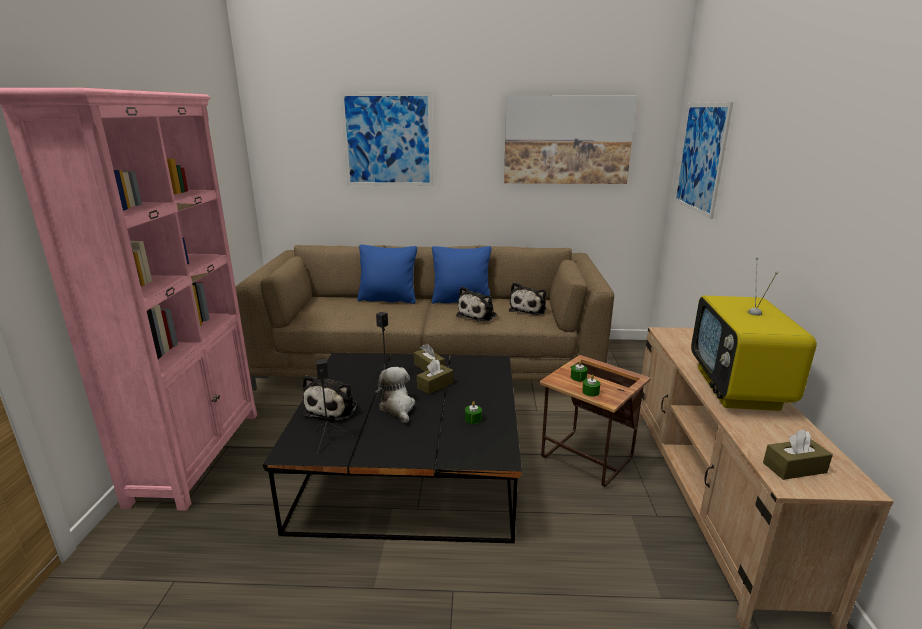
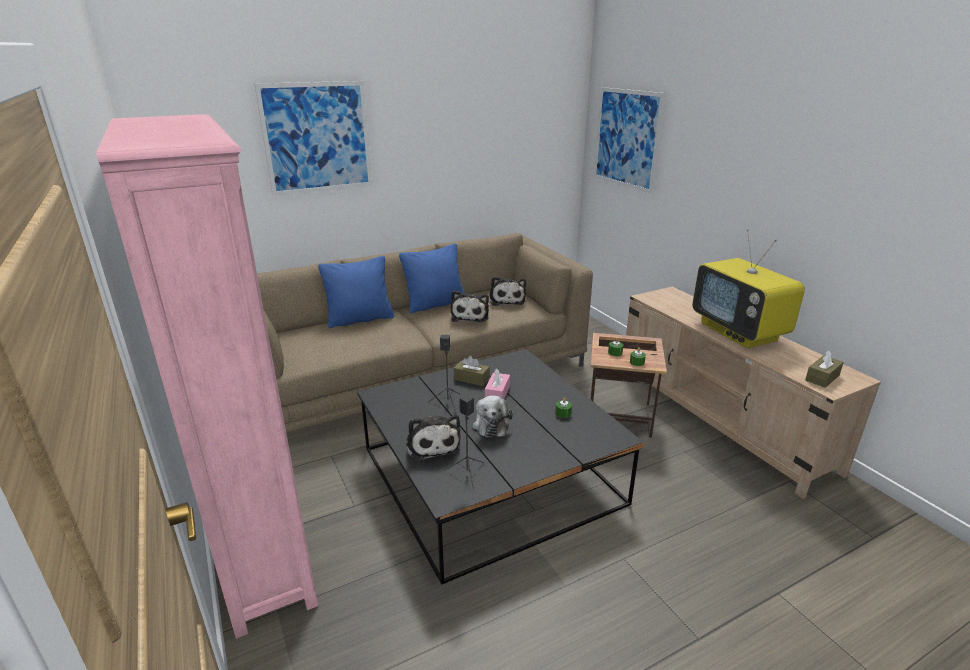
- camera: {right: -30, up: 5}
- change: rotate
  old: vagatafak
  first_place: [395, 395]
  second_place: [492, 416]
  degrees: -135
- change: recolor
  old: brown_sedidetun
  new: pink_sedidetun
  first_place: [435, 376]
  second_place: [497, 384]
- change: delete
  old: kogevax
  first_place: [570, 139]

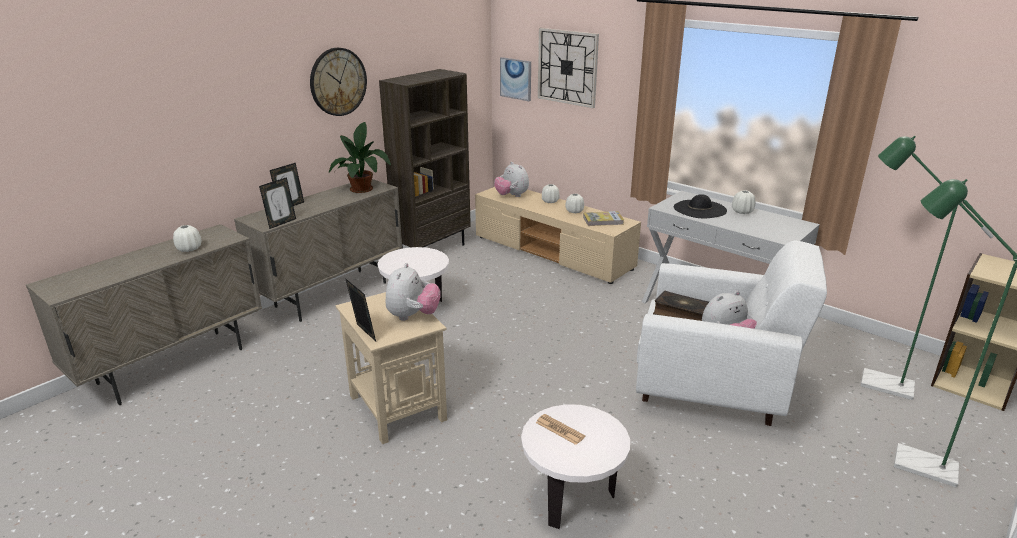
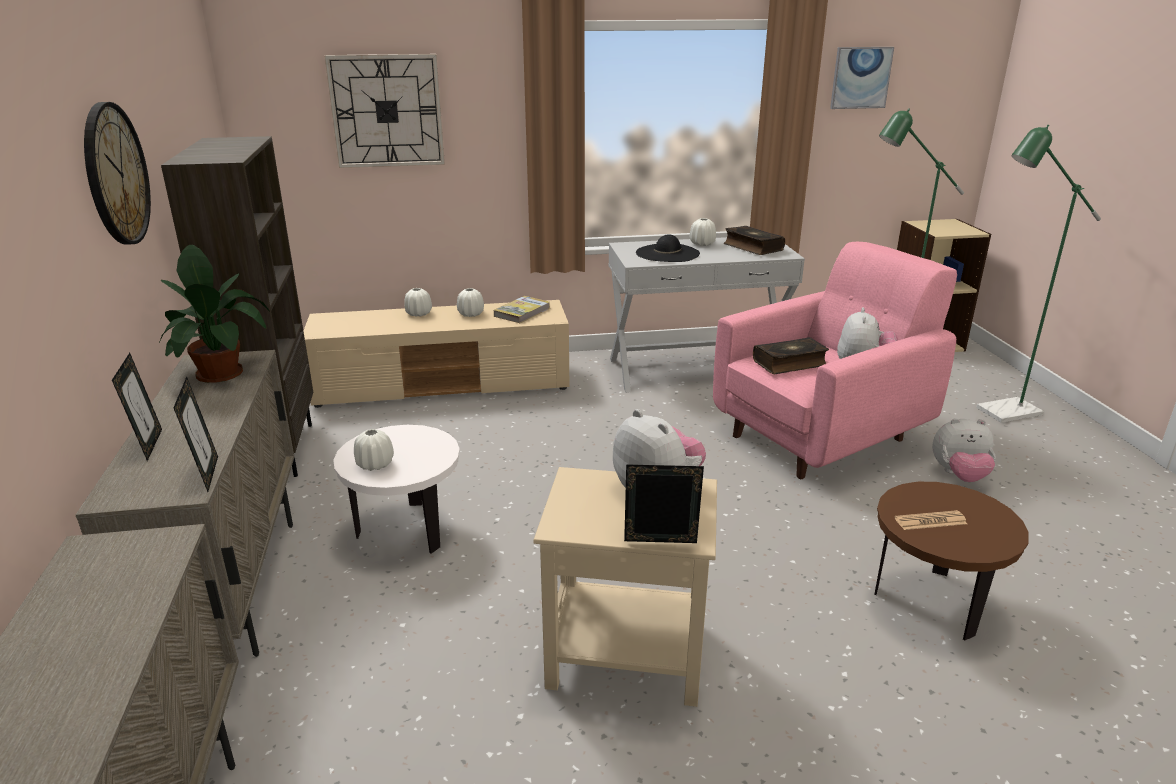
- camera: {right: -50, up: 0}
- change: move
  old: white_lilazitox
  first_place: [187, 238]
  second_place: [374, 450]
- change: move
  old: vagatafak
  first_place: [511, 179]
  second_place: [964, 450]
- change: move
  old: kogevax
  first_place: [515, 79]
  second_place: [862, 78]
- change: recolor
  old: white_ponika
  new: brown_ponika
  first_place: [575, 466]
  second_place: [951, 561]
- change: recolor
  old: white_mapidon
  new: pink_mapidon
  first_place: [731, 333]
  second_place: [835, 360]
- change: insert
  new: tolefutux
  second_place: [754, 240]

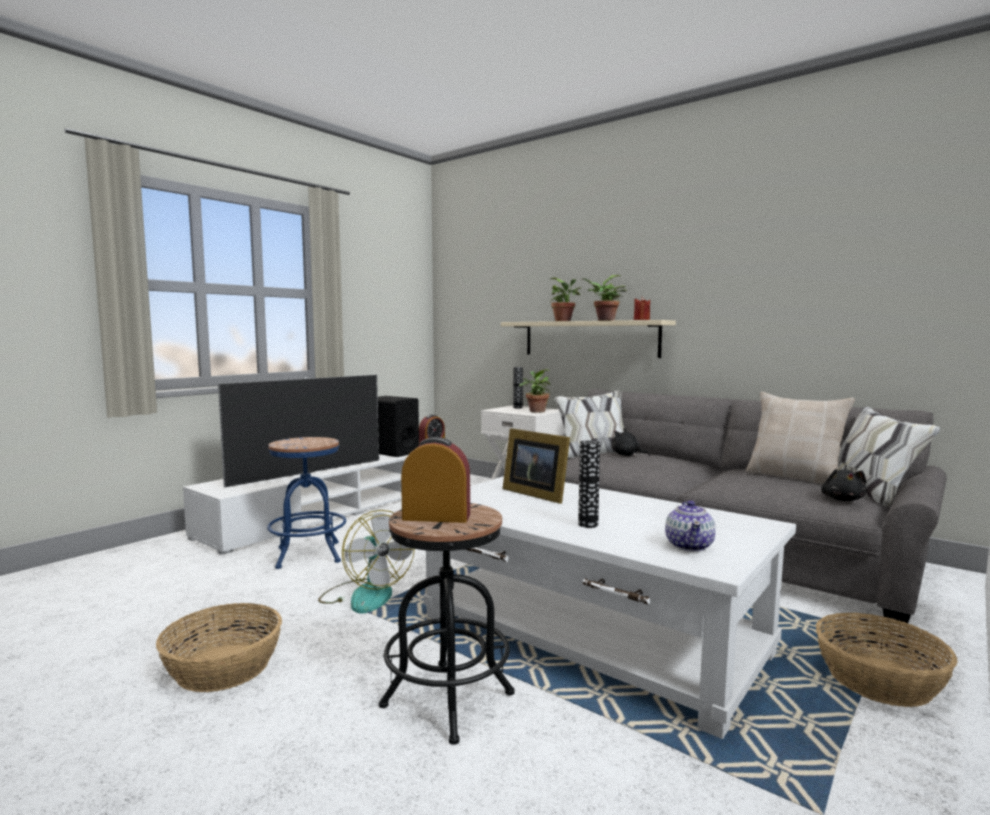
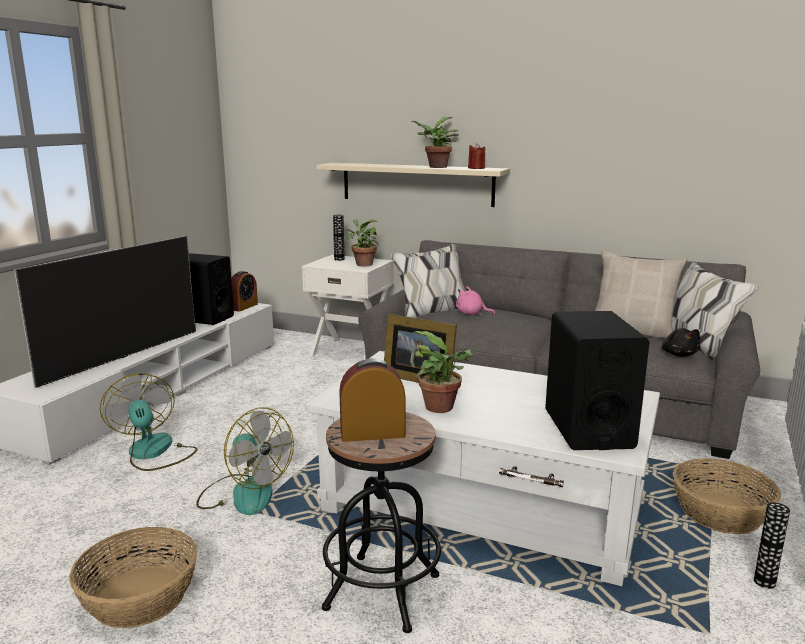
- camera: {right: -15, up: 10}
- change: replace
  old: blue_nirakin
  new: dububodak
  first_place: [306, 503]
  second_place: [149, 422]
- change: move
  old: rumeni
  first_place: [565, 299]
  second_place: [443, 372]
- change: move
  old: lilazitox
  first_place: [589, 484]
  second_place: [772, 545]
- change: recolor
  old: black_vagatafak
  new: pink_vagatafak
  first_place: [631, 442]
  second_place: [475, 301]
- change: replace
  old: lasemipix
  new: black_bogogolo
  first_place: [690, 526]
  second_place: [597, 380]

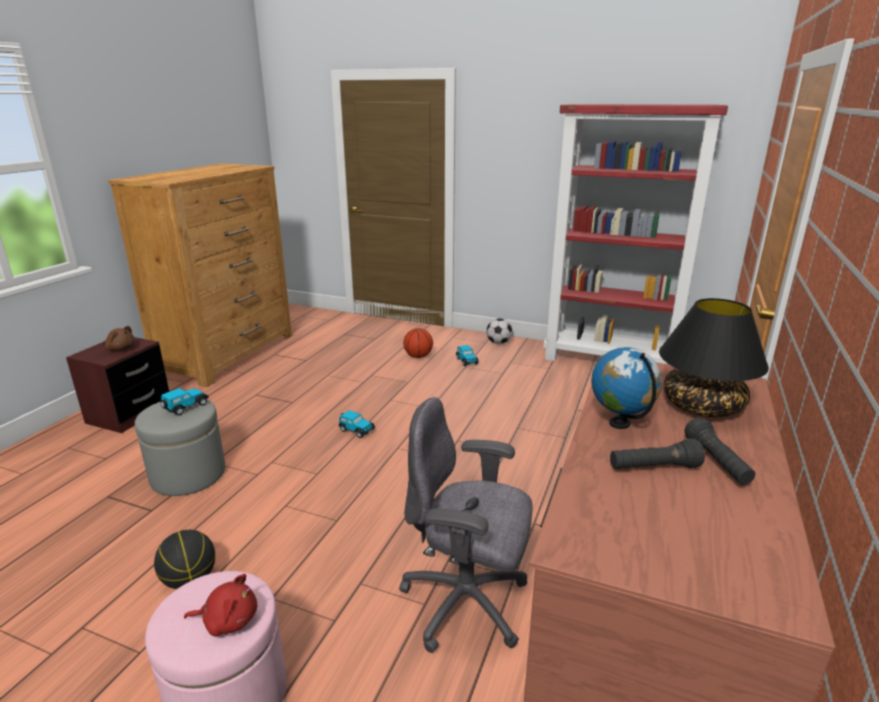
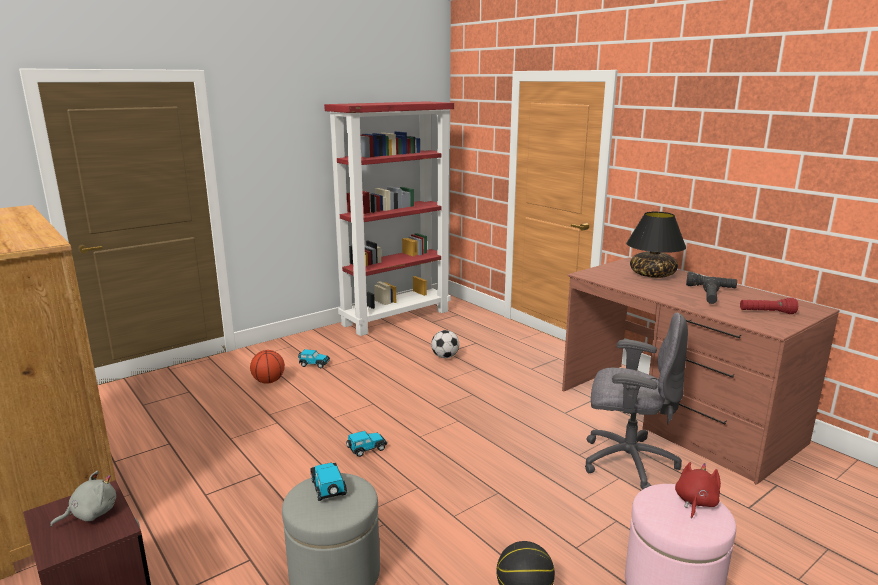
- camera: {right: -60, up: -5}
- change: recolor
  old: brown_vagatafak
  new: grey_vagatafak
  first_place: [119, 338]
  second_place: [83, 499]
- change: rotate
  old: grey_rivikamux
  first_place: [466, 525]
  second_place: [636, 401]
  degrees: -120
- change: move
  old: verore
  first_place: [499, 331]
  second_place: [445, 344]
- change: delete
  old: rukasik
  first_place: [626, 388]
- change: insert
  new: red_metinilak
  second_place: [769, 306]

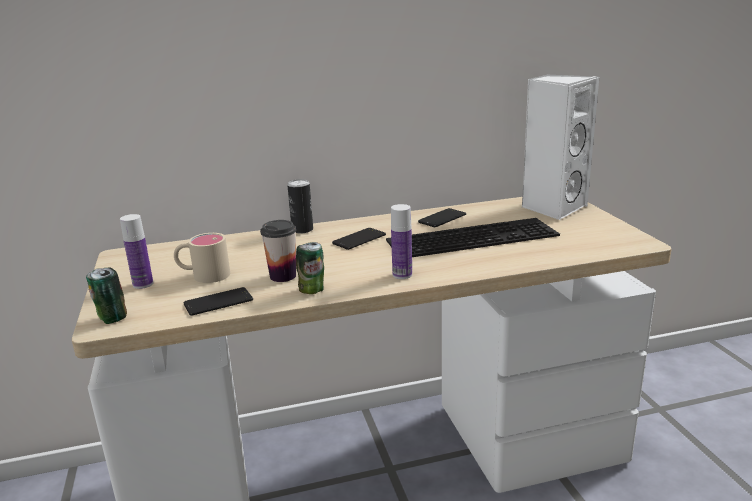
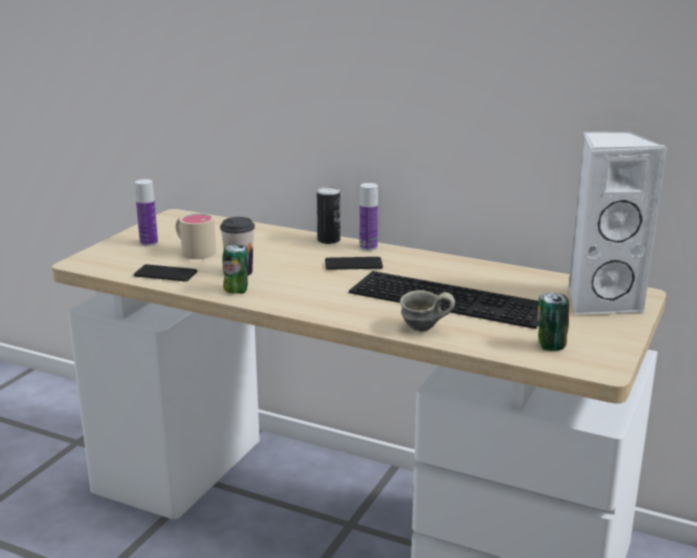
- camera: {right: 40, up: 0}
- change: move
  old: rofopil
  first_place: [106, 295]
  second_place: [553, 321]
- change: move
  old: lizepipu
  first_place: [401, 241]
  second_place: [369, 217]
- change: delete
  old: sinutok
  first_place: [442, 217]
- change: insert
  new: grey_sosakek
  second_place: [427, 310]

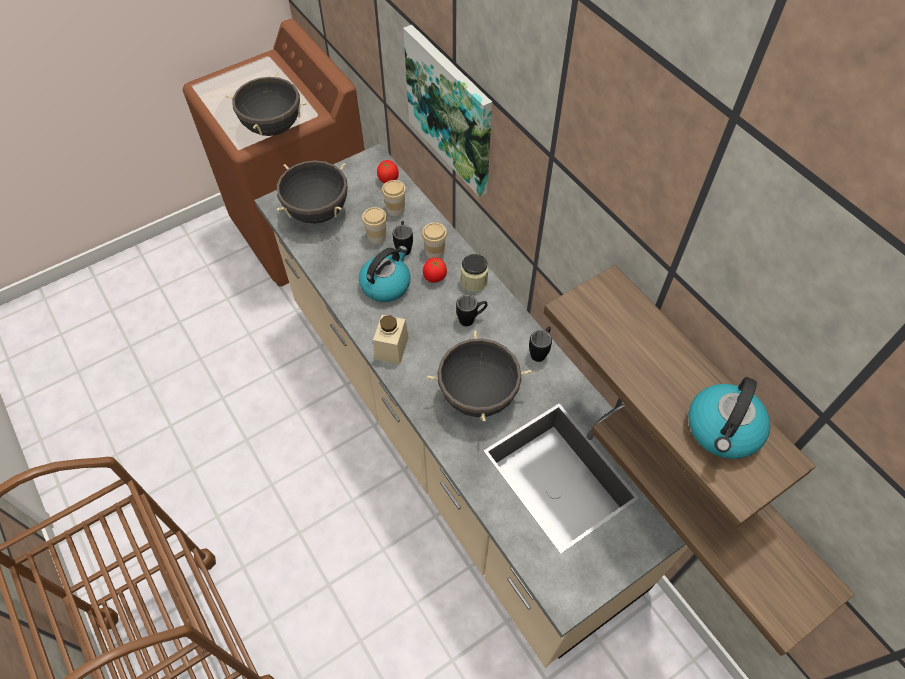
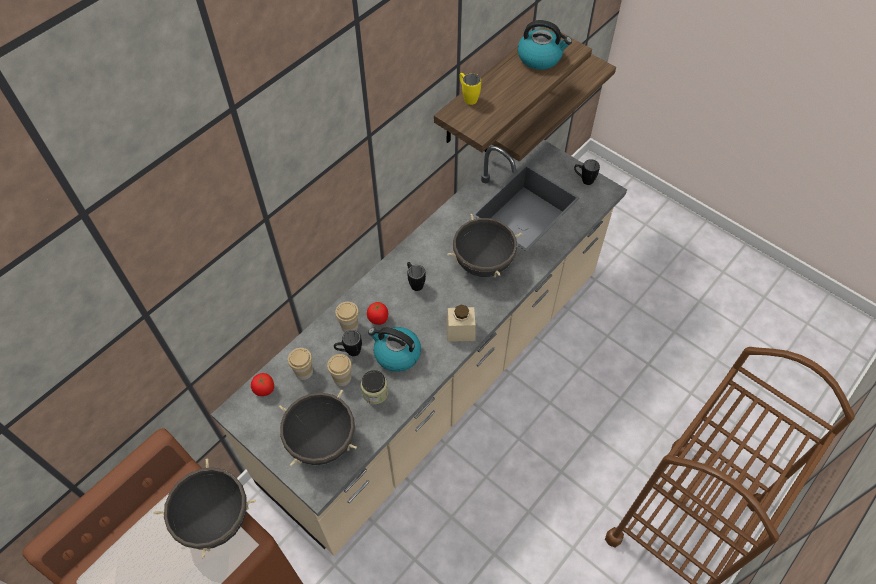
- camera: {right: -105, up: 0}
- change: delete
  old: kogevax
  first_place: [447, 111]
- change: move
  old: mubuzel
  first_place: [474, 273]
  second_place: [374, 387]
- change: move
  old: black_sosakek
  first_place: [540, 344]
  second_place: [587, 172]
- change: insert
  new: yellow_sosakek
  second_place: [470, 89]

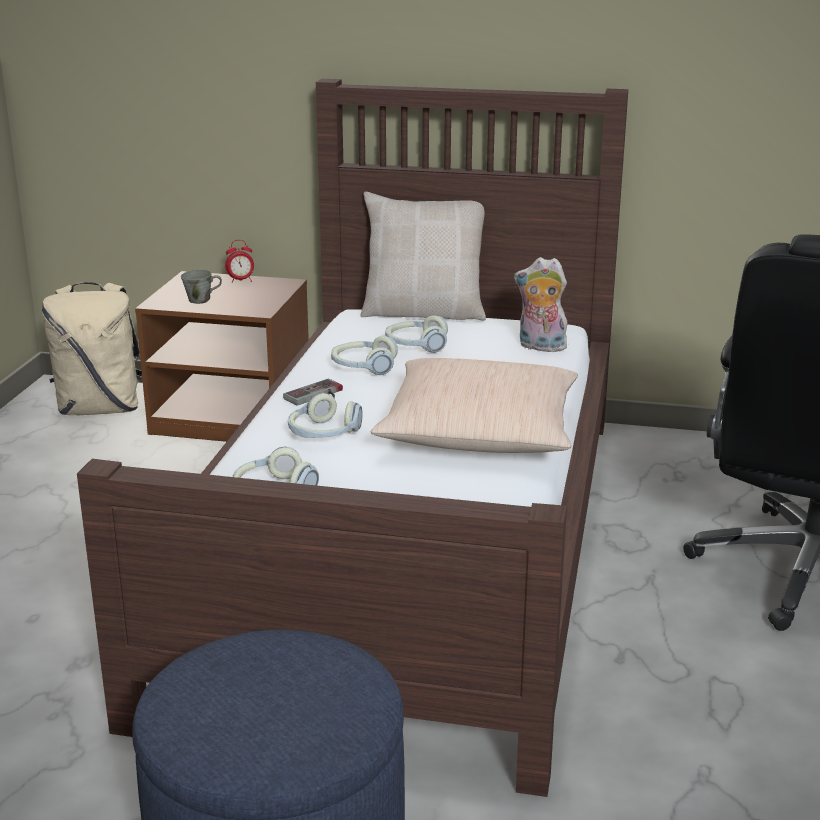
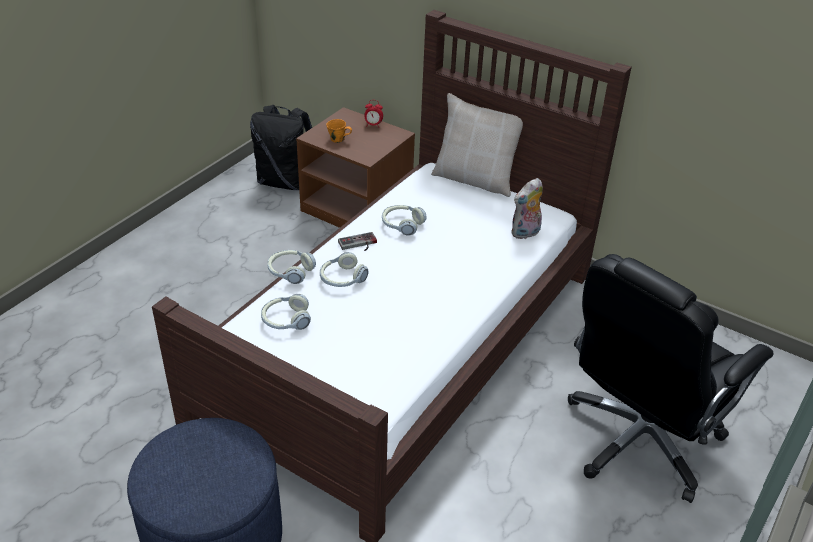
- camera: {right: 20, up: 15}
- change: recolor
  old: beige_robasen
  new: black_robasen
  first_place: [92, 348]
  second_place: [281, 147]
- change: recolor
  old: grey_sosakek
  new: orange_sosakek
  first_place: [201, 286]
  second_place: [339, 131]
- change: delete
  old: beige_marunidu
  first_place: [474, 405]
- change: move
  old: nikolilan
  first_place: [416, 334]
  second_place: [291, 267]
- change: rotate
  old: vagatafak
  first_place: [540, 304]
  second_place: [527, 209]
  degrees: -75

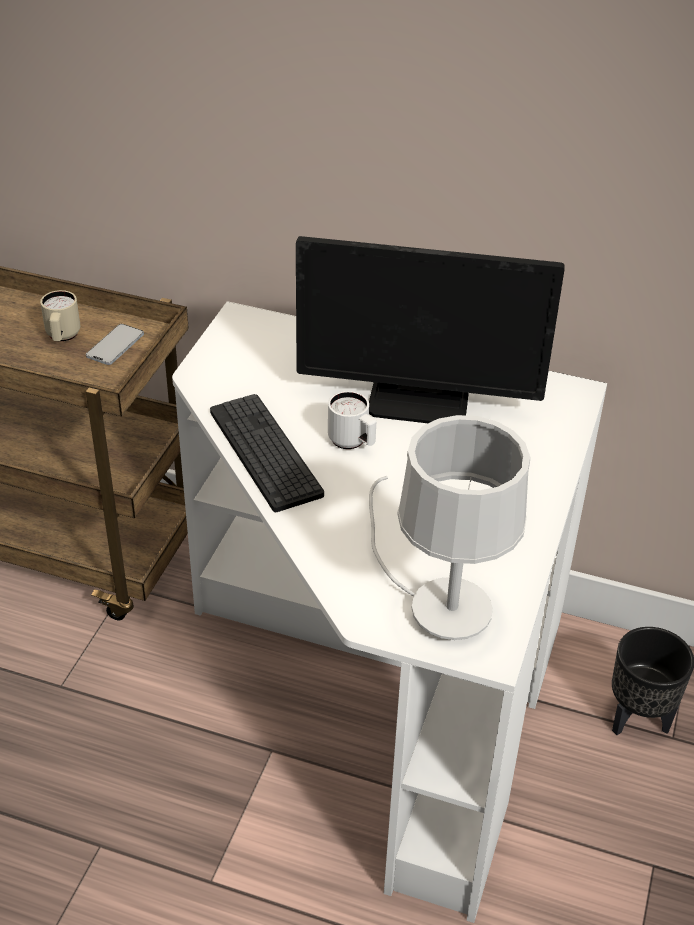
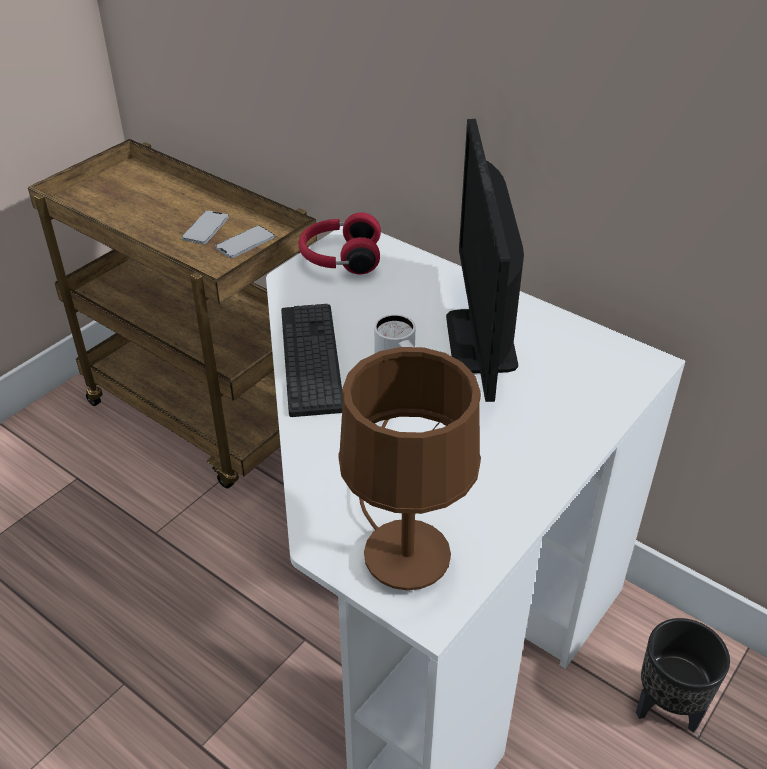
- camera: {right: 20, up: 0}
- change: replace
  old: beige_sosakek
  new: sinutok
  first_place: [60, 315]
  second_place: [205, 227]
- change: rotate
  old: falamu
  first_place: [430, 329]
  second_place: [485, 260]
  degrees: 60
- change: recolor
  old: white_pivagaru
  new: brown_pivagaru
  first_place: [449, 527]
  second_place: [409, 468]
- change: insert
  new: red_nikolilan
  second_place: [340, 243]

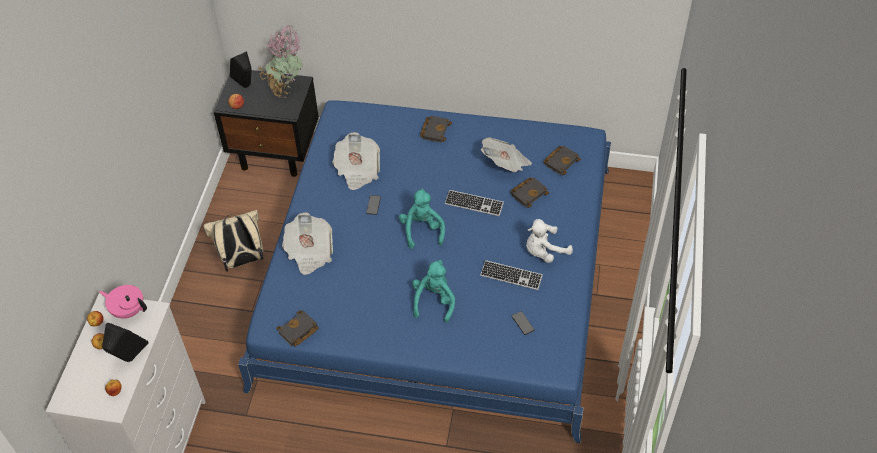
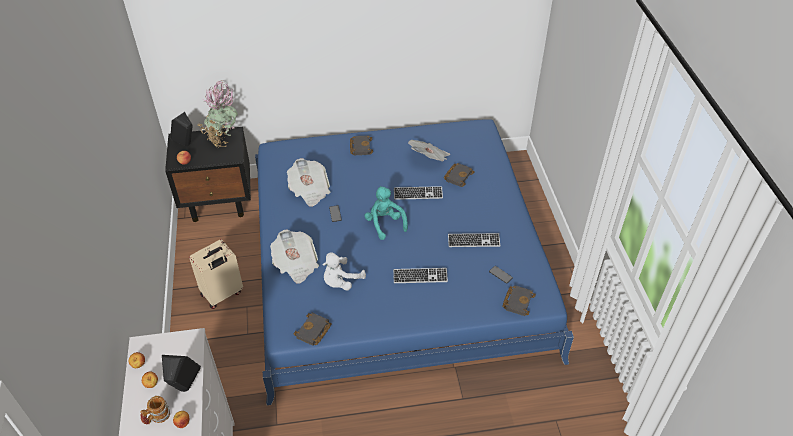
- camera: {right: -20, up: -5}
- change: delete
  old: pink_lasemipix
  first_place: [123, 302]
- change: replace
  old: beige_robasen
  new: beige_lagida
  first_place: [233, 241]
  second_place: [216, 274]
- change: replace
  old: turquoise_vagatafak
  new: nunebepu
  first_place: [433, 291]
  second_place: [420, 275]
- change: move
  old: white_vagatafak
  first_place: [549, 241]
  second_place: [344, 271]
- change: move
  old: black_tolefutux
  first_place: [562, 160]
  second_place: [519, 300]
- change: insert
  new: sosakek
  second_place: [155, 410]

